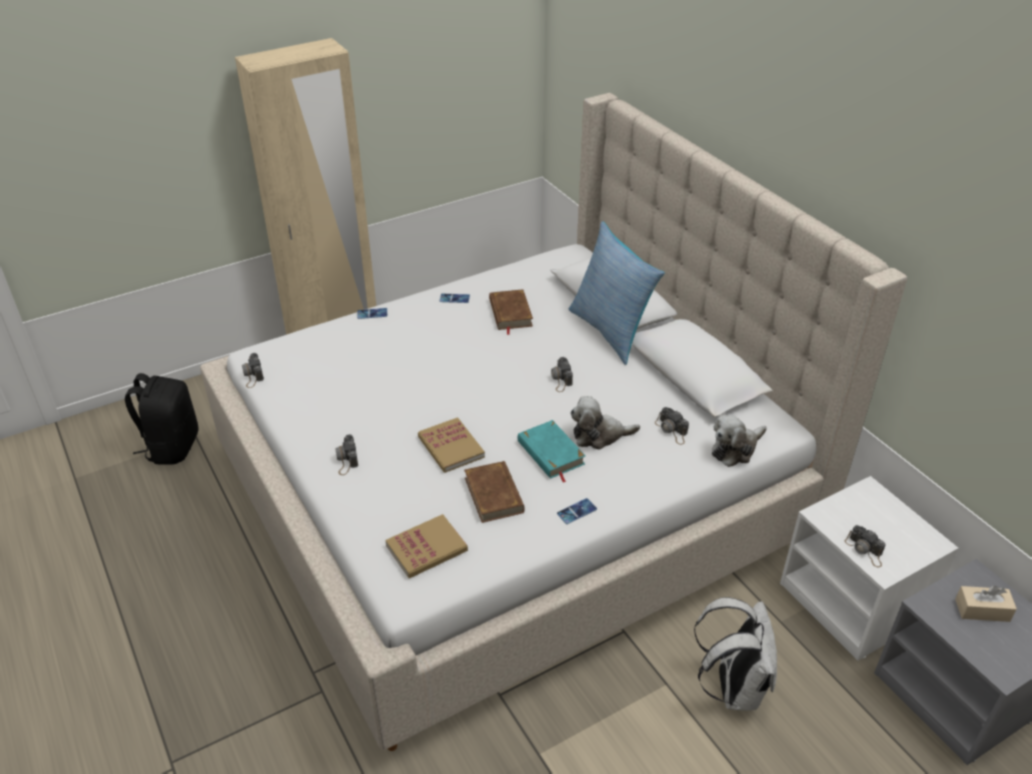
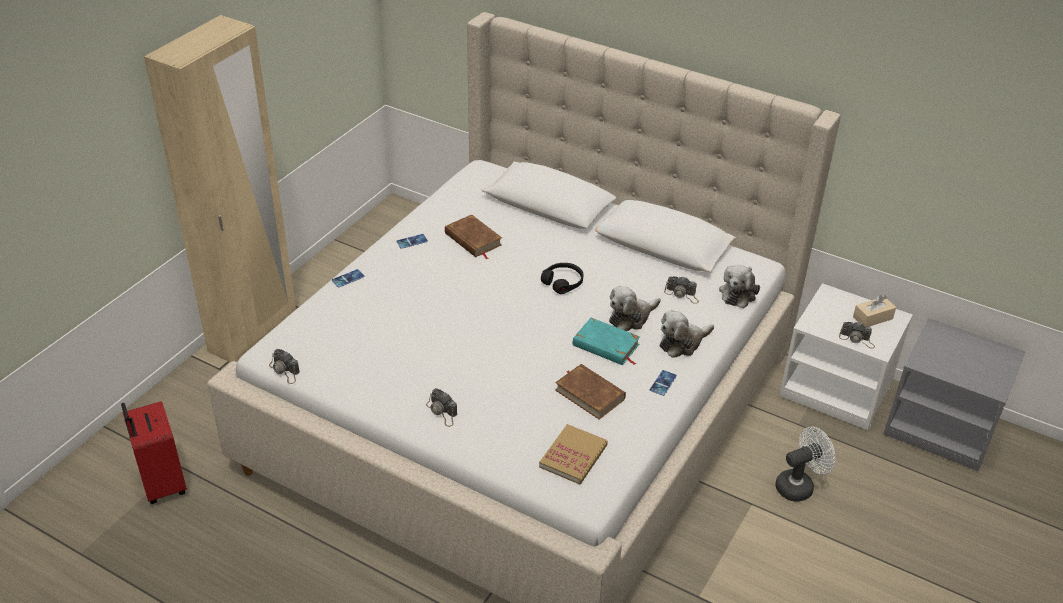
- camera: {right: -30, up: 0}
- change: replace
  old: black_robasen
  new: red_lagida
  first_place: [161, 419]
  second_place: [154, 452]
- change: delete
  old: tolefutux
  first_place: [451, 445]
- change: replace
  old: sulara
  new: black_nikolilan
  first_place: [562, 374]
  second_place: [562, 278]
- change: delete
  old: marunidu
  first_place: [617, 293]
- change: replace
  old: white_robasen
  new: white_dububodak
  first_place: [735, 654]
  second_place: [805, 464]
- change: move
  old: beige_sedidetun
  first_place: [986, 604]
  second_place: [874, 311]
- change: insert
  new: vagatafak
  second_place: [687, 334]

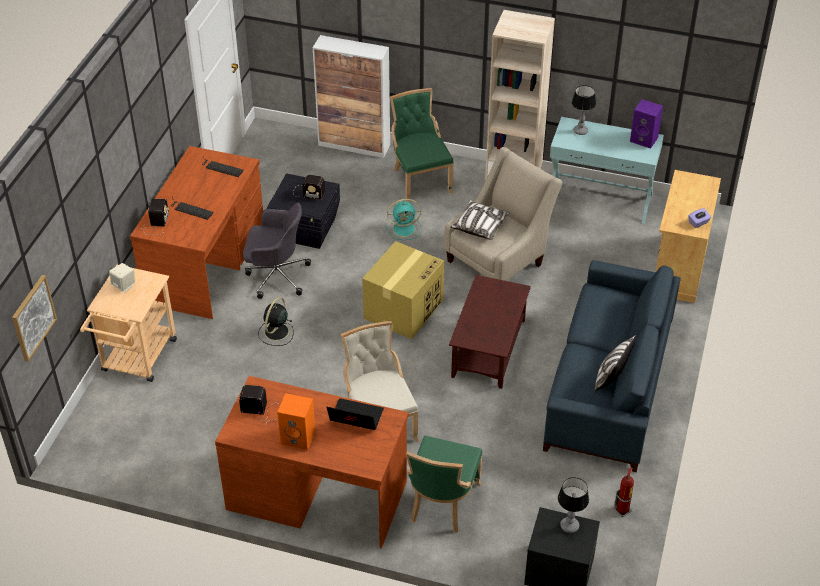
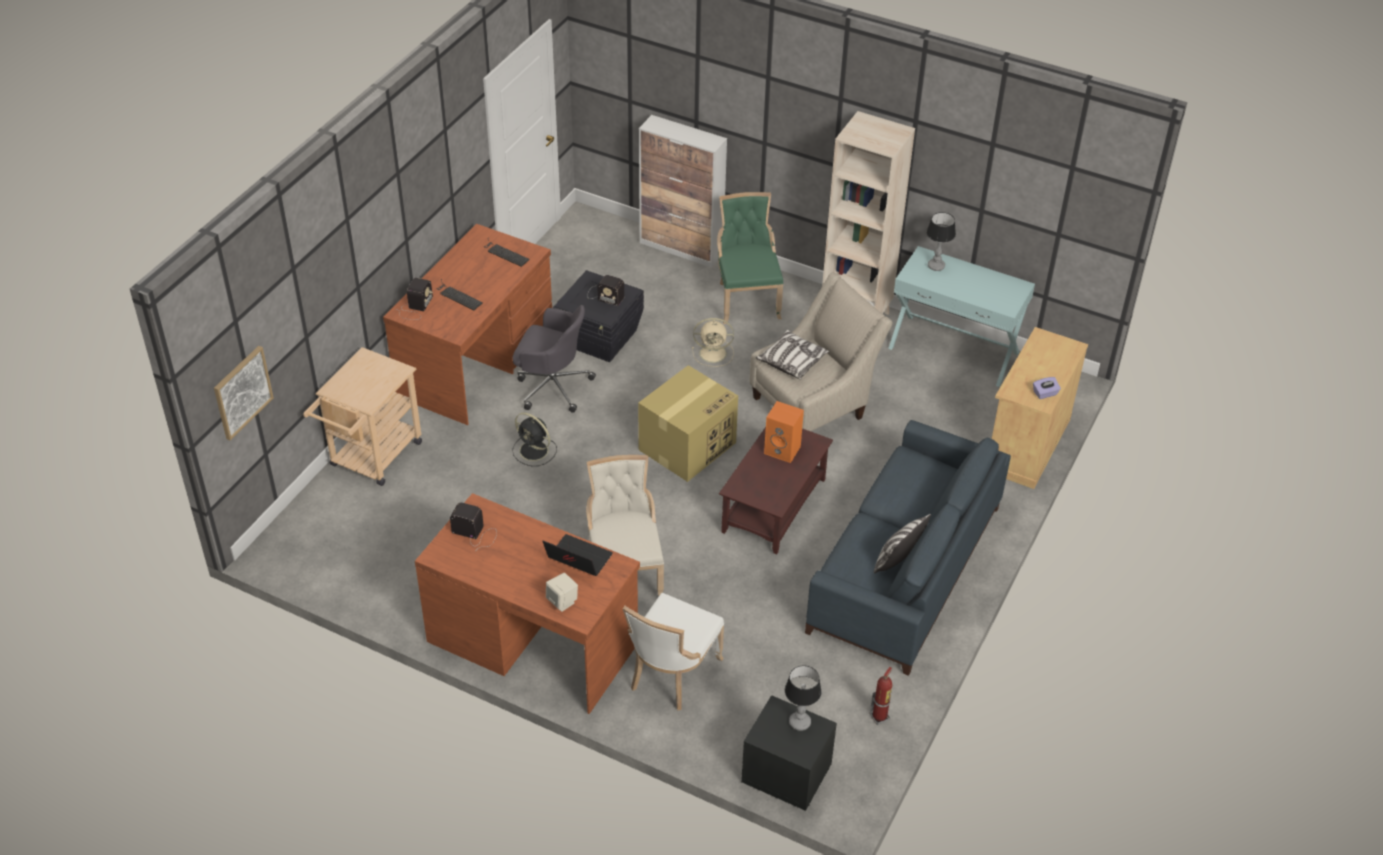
- camera: {right: 10, up: 0}
- change: move
  old: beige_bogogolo
  first_place: [122, 278]
  second_place: [562, 592]
- change: rotate
  old: black_dububodak
  first_place: [276, 321]
  second_place: [534, 439]
  degrees: -90
- change: move
  old: orange_bogogolo
  first_place: [296, 422]
  second_place: [784, 432]
- change: recolor
  old: turquoise_dububodak
  new: beige_dububodak
  first_place: [404, 219]
  second_place: [713, 342]
- change: recolor
  old: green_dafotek
  new: white_dafotek
  first_place: [444, 484]
  second_place: [673, 651]
- change: delete
  old: purple_bogogolo
  first_place: [646, 124]

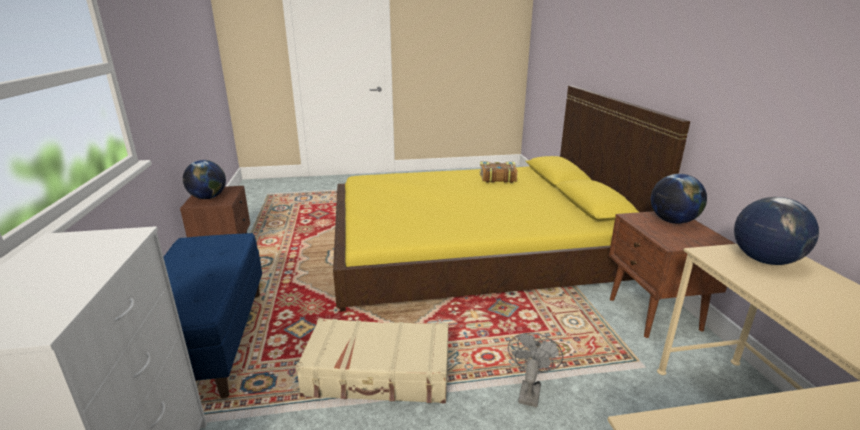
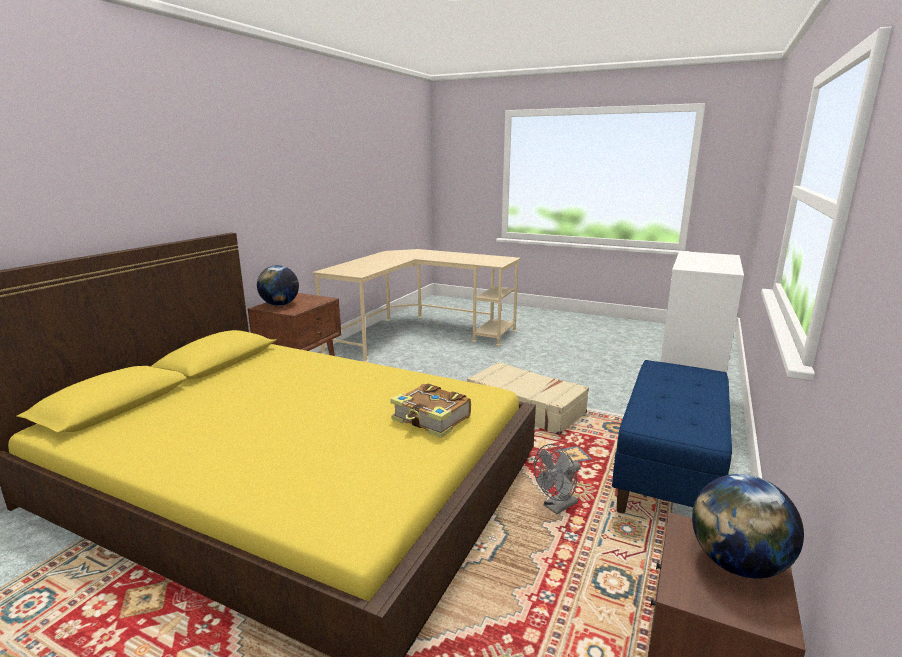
- camera: {right: -145, up: -5}
- change: move
  old: tolefutux
  first_place: [498, 172]
  second_place: [430, 410]
- change: move
  old: grey_dububodak
  first_place: [535, 370]
  second_place: [557, 479]
- change: delete
  old: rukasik
  first_place: [776, 231]

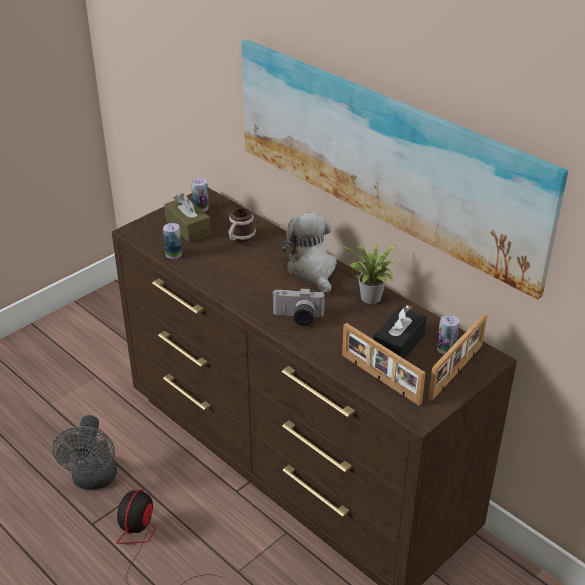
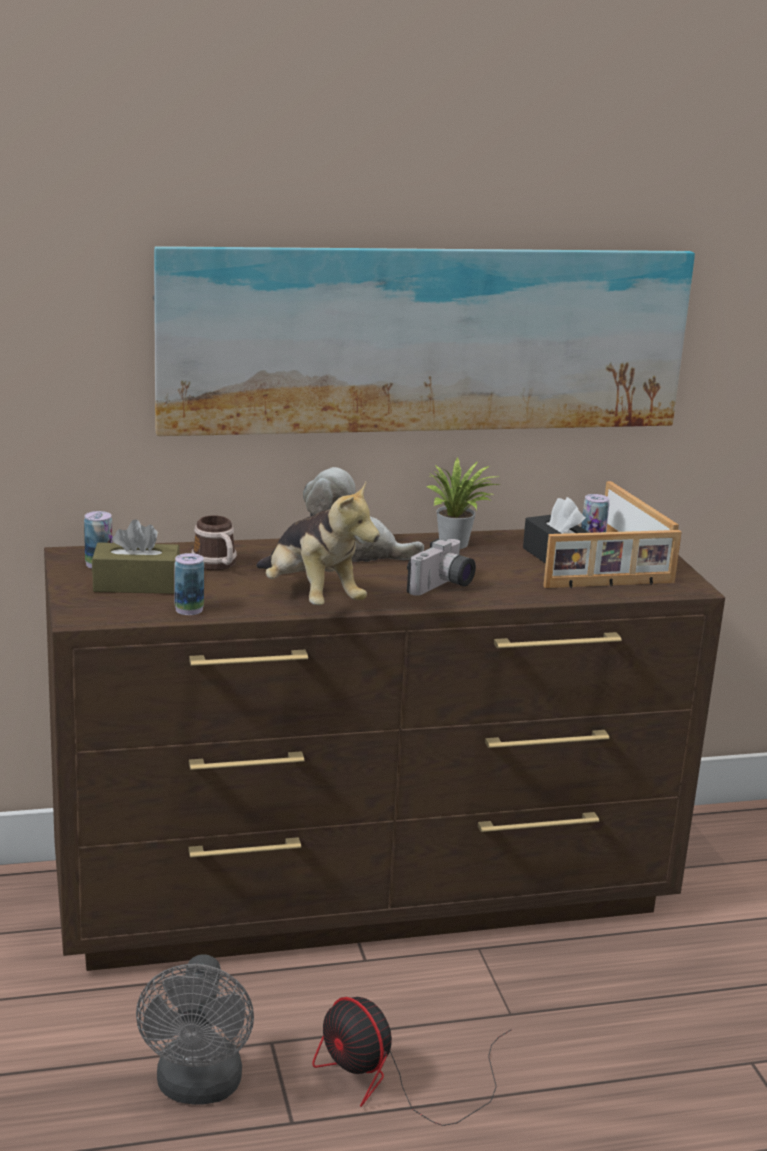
- camera: {right: -60, up: -15}
- change: rotate
  old: grey_dububodak
  first_place: [84, 452]
  second_place: [195, 1029]
  degrees: 60
- change: insert
  new: vagatafak
  second_place: [318, 543]

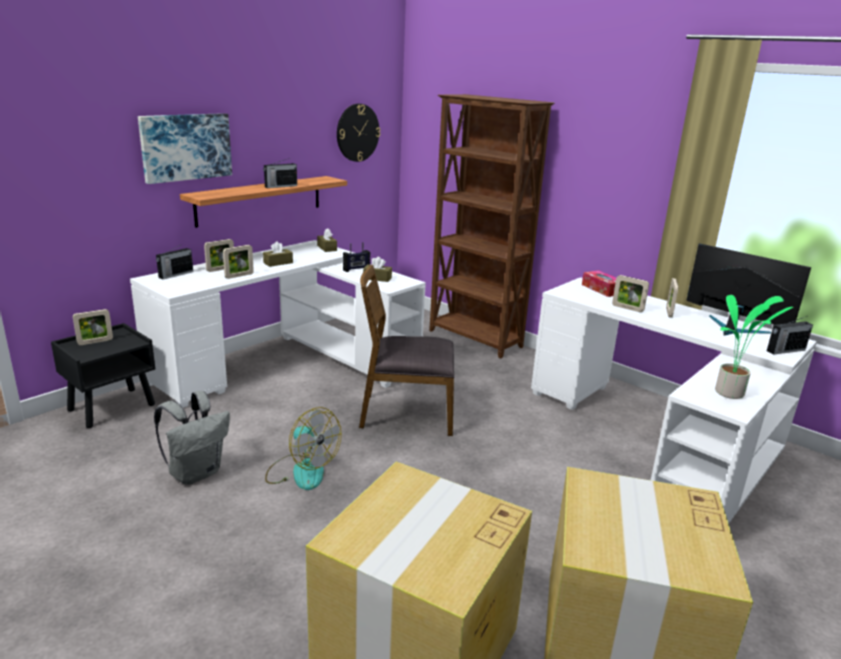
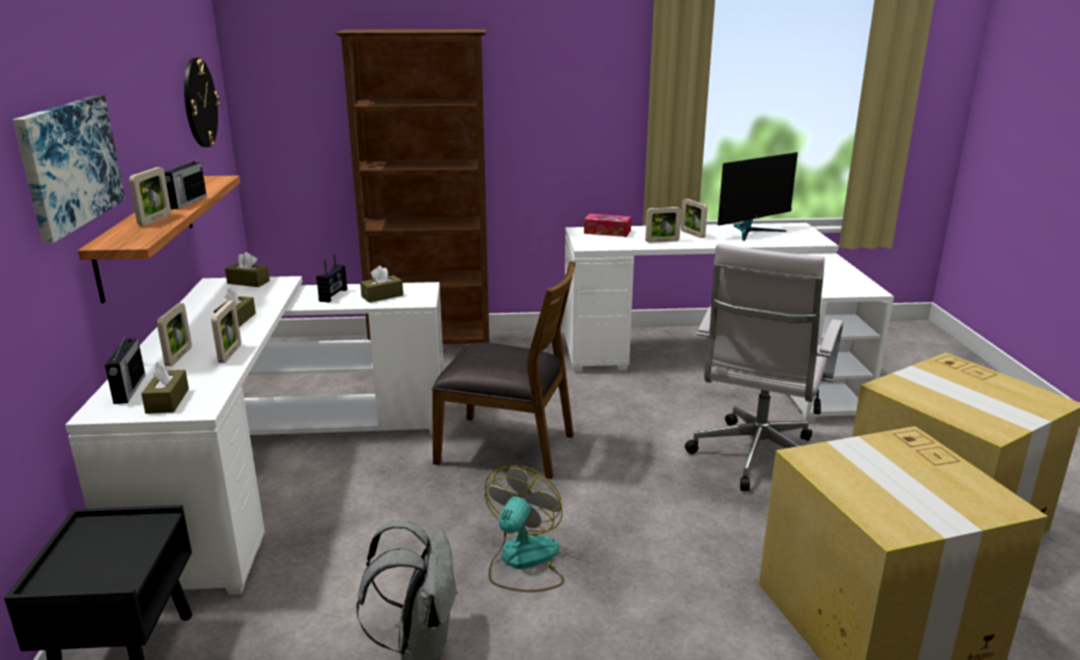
- camera: {right: -45, up: 0}
- change: move
  old: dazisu
  first_place: [93, 327]
  second_place: [150, 196]
- change: rotate
  old: dububodak
  first_place: [303, 448]
  second_place: [524, 528]
  degrees: -60
- change: rotate
  old: brown_dafotek
  first_place: [406, 350]
  second_place: [504, 370]
  degrees: -120
- change: rotate
  old: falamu
  first_place: [748, 289]
  second_place: [758, 196]
  degrees: 150
- change: delete
  old: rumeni
  first_place: [754, 347]
- change: delete
  old: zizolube
  first_place: [790, 335]
- change: insert
  new: brown_sedidetun
  second_place: [165, 387]
- change: insert
  new: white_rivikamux
  second_place: [764, 367]

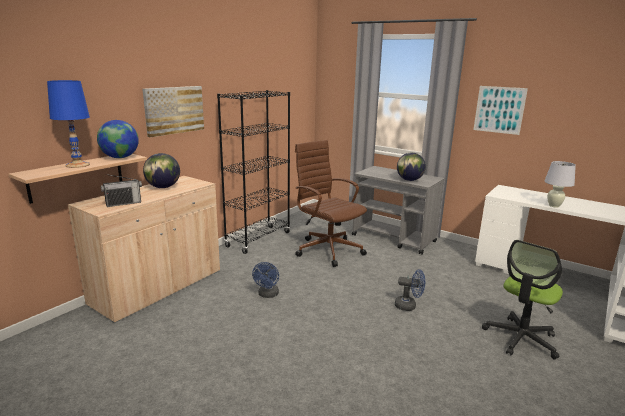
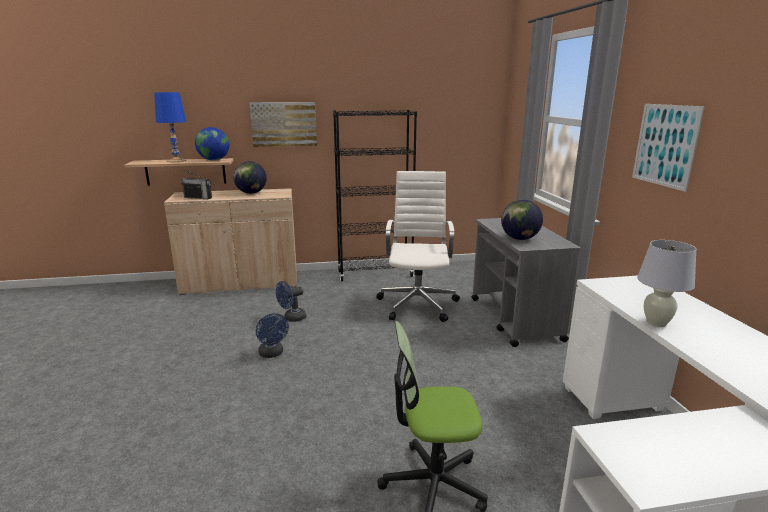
- camera: {right: 45, up: 0}
- change: recolor
  old: brown_rivikamux
  new: white_rivikamux
  first_place: [331, 203]
  second_place: [418, 246]
- change: move
  old: blue_dububodak
  first_place: [410, 290]
  second_place: [272, 335]

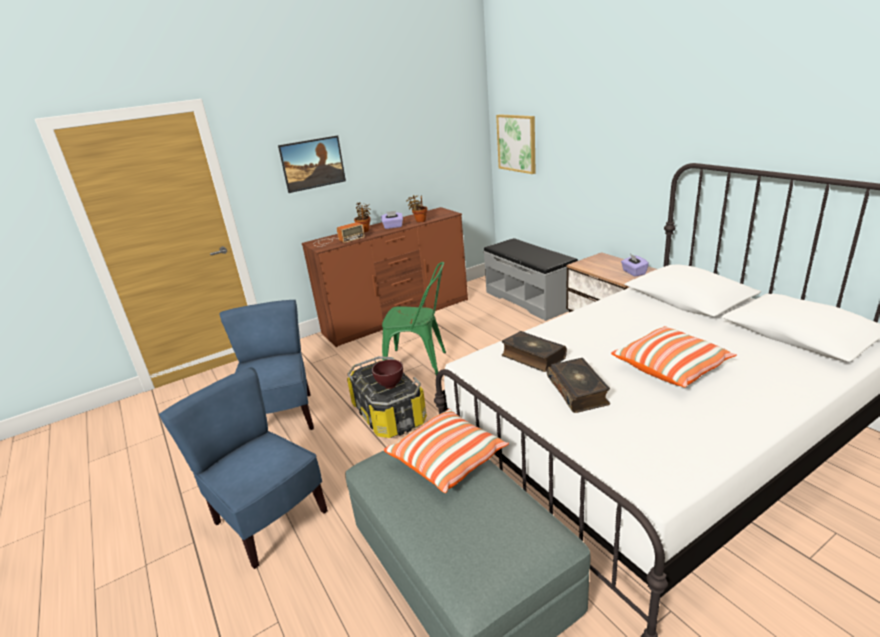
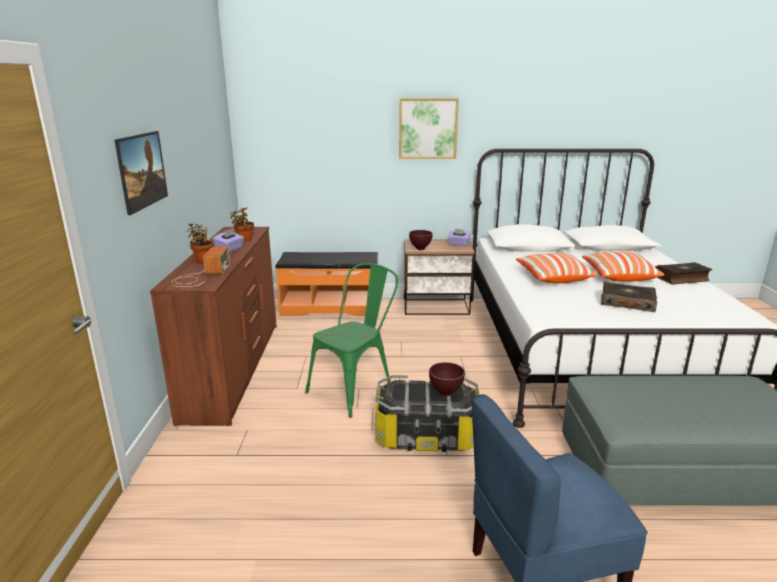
- camera: {right: -60, up: -5}
- change: delete
  old: blue_dafotek
  first_place: [266, 365]
- change: move
  old: marunidu
  first_place: [446, 451]
  second_place: [556, 268]
- change: recolor
  old: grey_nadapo
  new: orange_nadapo
  first_place: [530, 279]
  second_place: [326, 284]
- change: move
  old: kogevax
  first_place: [516, 144]
  second_place: [429, 128]
- change: move
  old: tolefutux
  first_place: [534, 351]
  second_place: [683, 273]
- change: insert
  new: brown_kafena
  second_place: [421, 240]

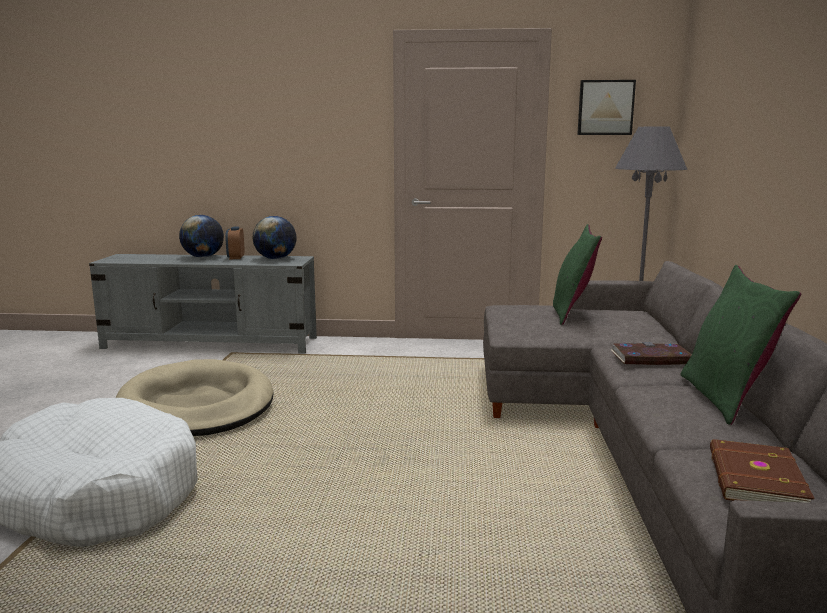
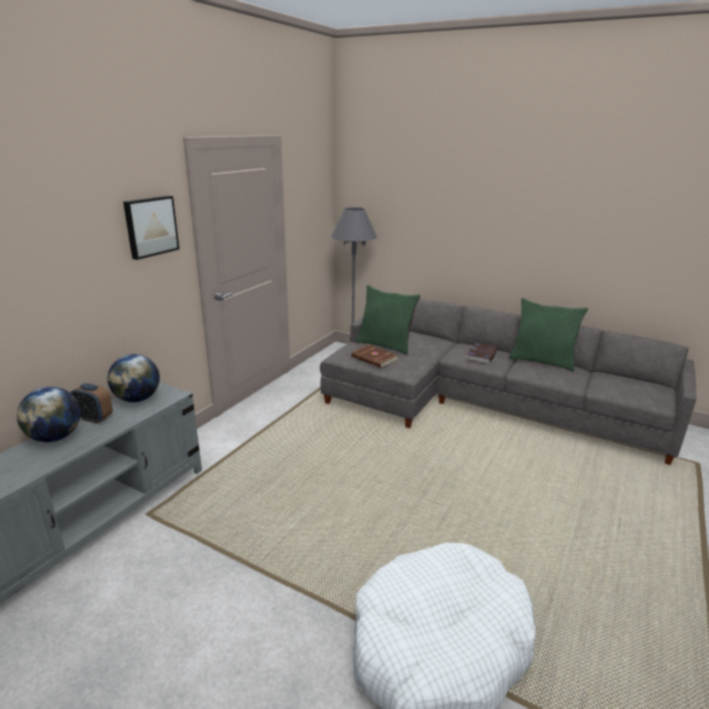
- camera: {right: -65, up: 10}
- change: delete
  old: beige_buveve
  first_place: [194, 397]
- change: move
  old: kogevax
  first_place: [606, 107]
  second_place: [151, 228]
- change: move
  old: brown_tolefutux
  first_place: [762, 471]
  second_place: [374, 356]

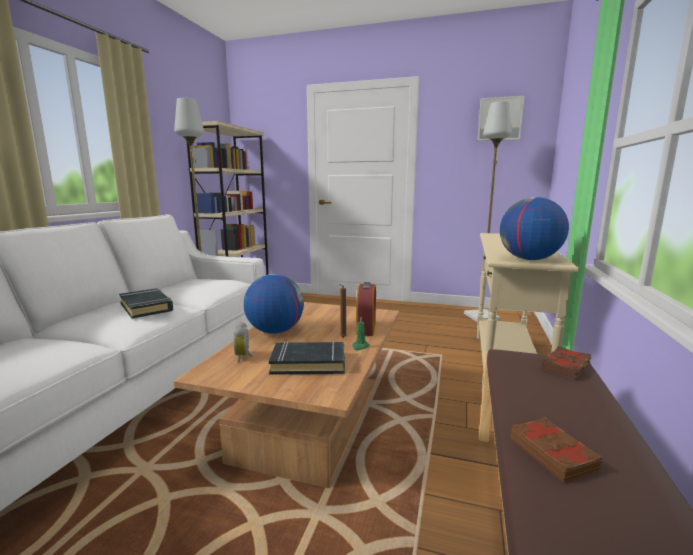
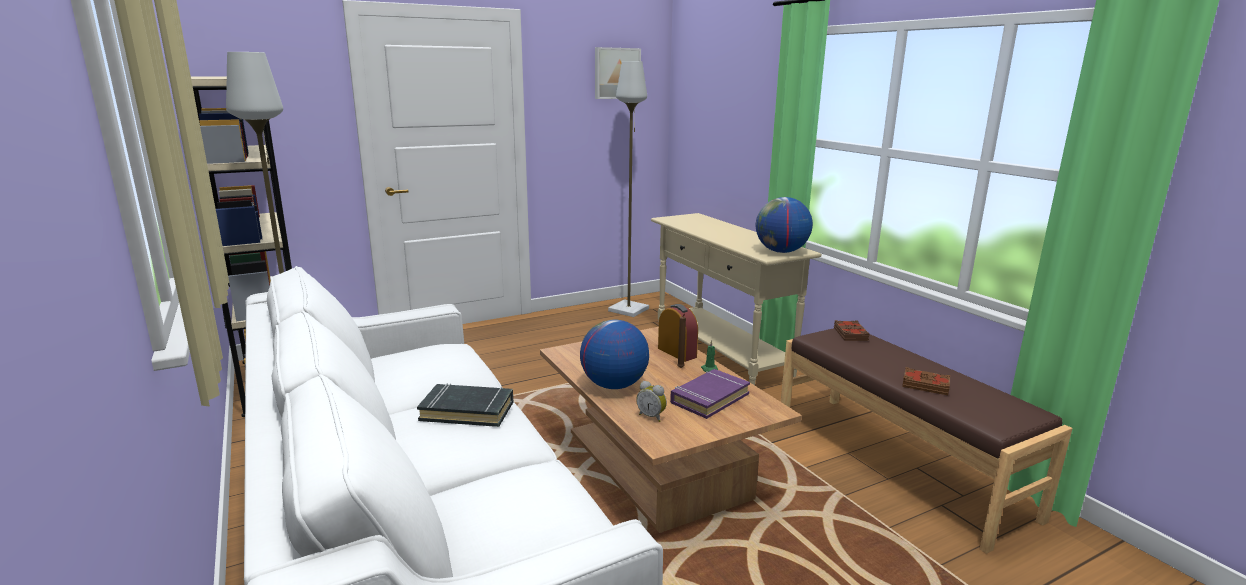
- camera: {right: -45, up: 5}
- change: recolor
  old: black_tolefutux
  new: purple_tolefutux
  first_place: [307, 358]
  second_place: [710, 394]

